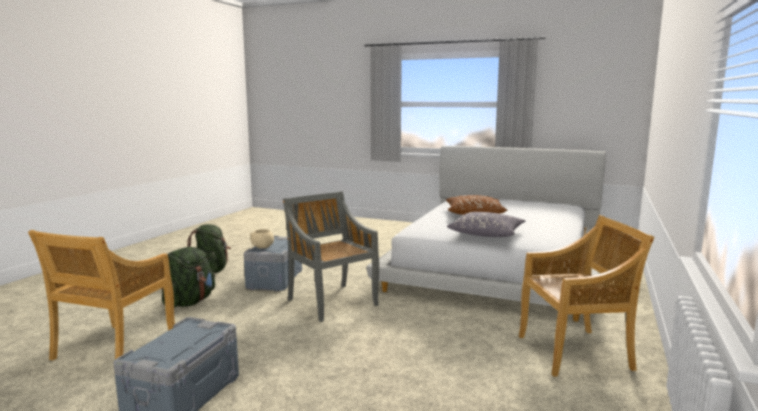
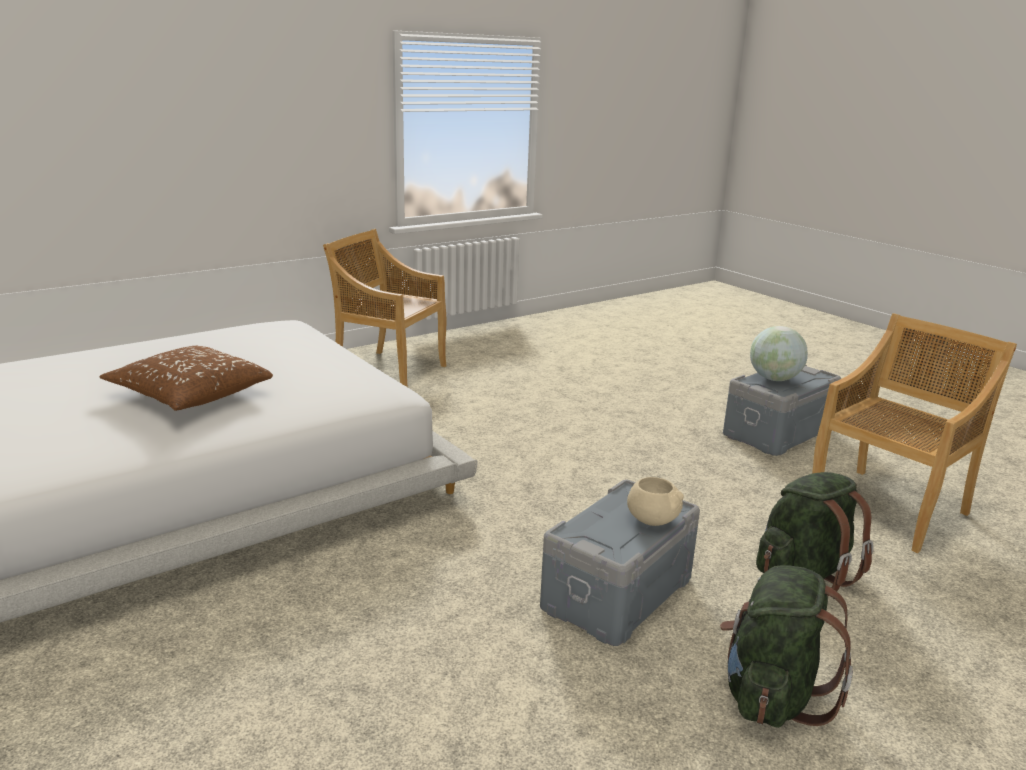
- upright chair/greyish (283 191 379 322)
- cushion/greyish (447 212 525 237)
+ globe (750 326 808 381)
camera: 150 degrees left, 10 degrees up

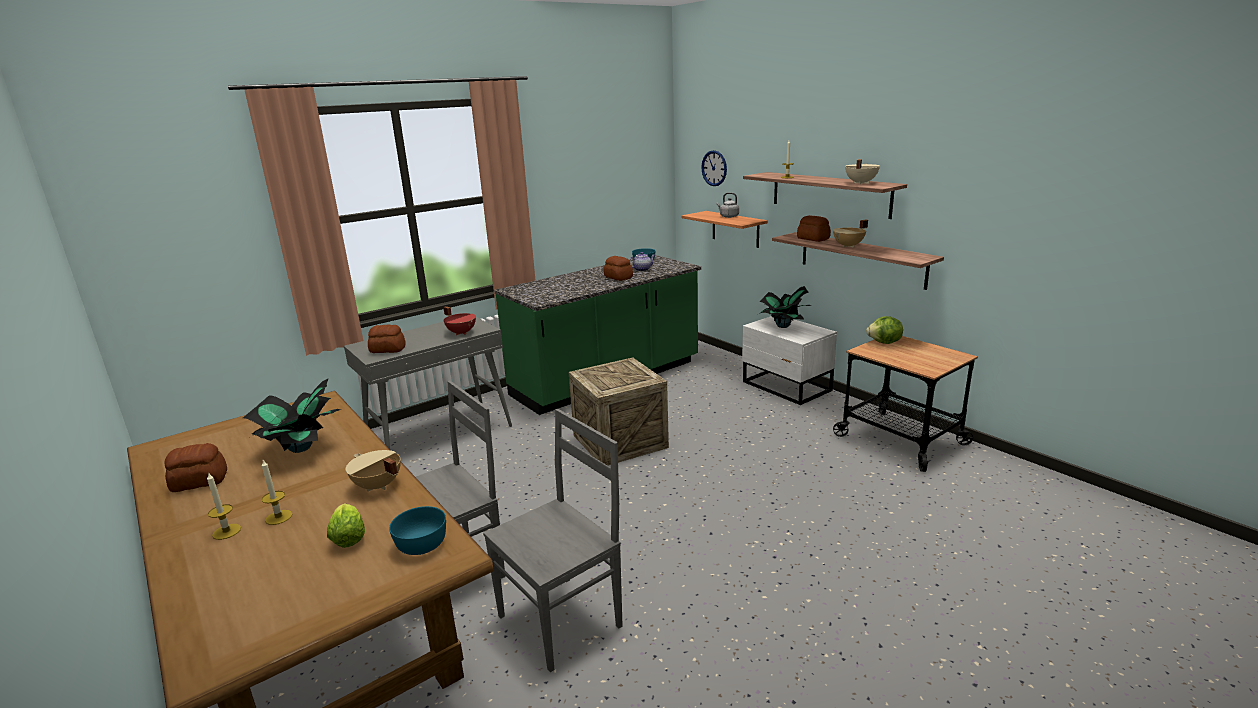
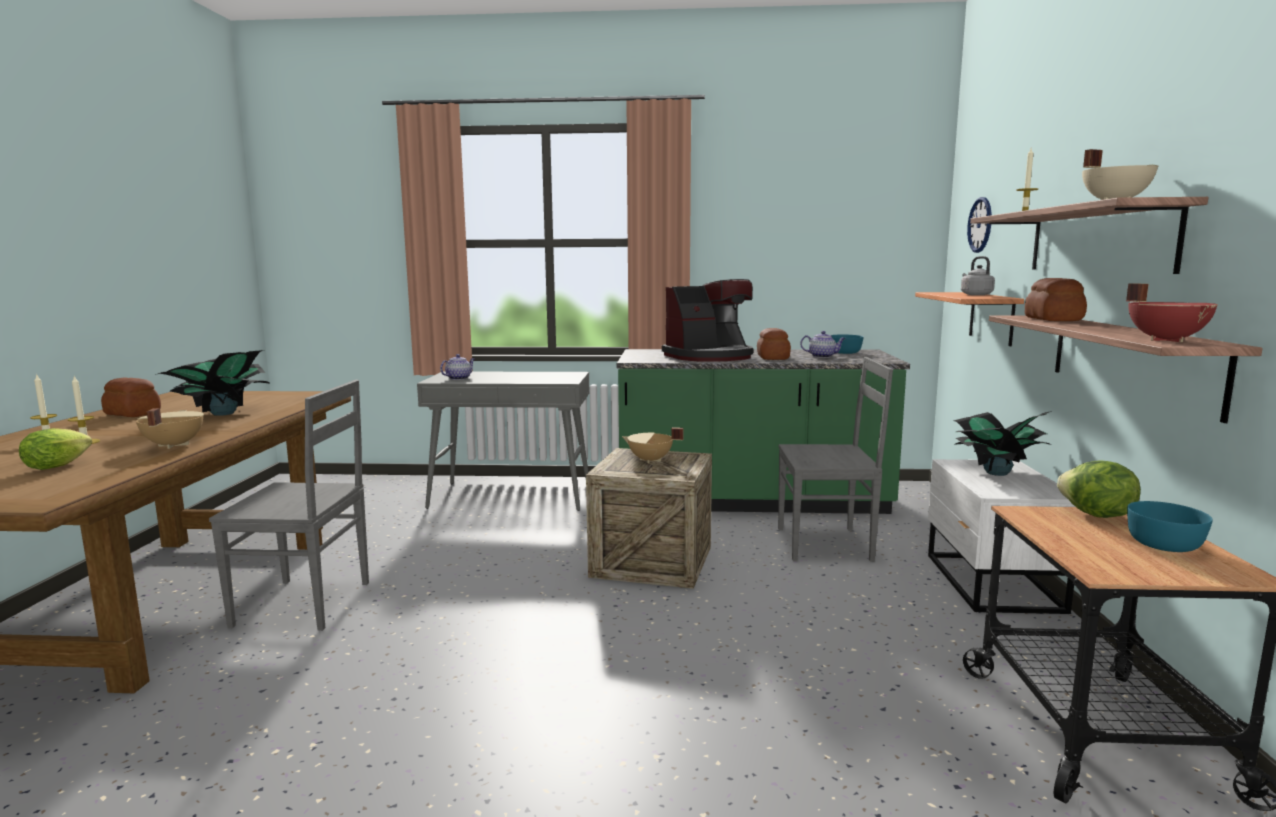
~ stockpot/beige-coloured (833 220 868 248) to (622 427 683 463)
~ stockpot/reddish (443 306 476 335) to (1126 283 1218 342)
~ bakery bread (368 325 406 353) to teapot (440 354 475 380)
~ upright chair/greyish (483 409 623 672) to (778 357 893 562)
~ bowl/turquoise (389 506 446 555) to (1127 501 1213 552)
+ coffee maker (662 279 753 362)
camera: 40 degrees right, 10 degrees down

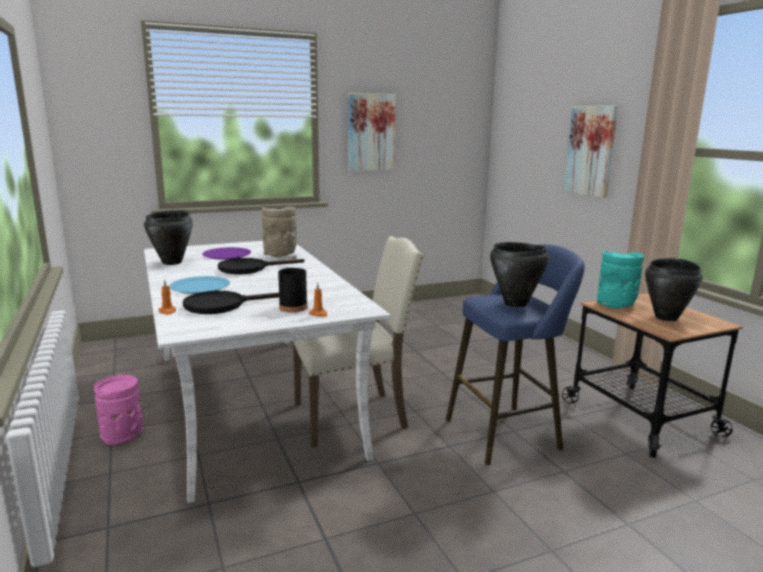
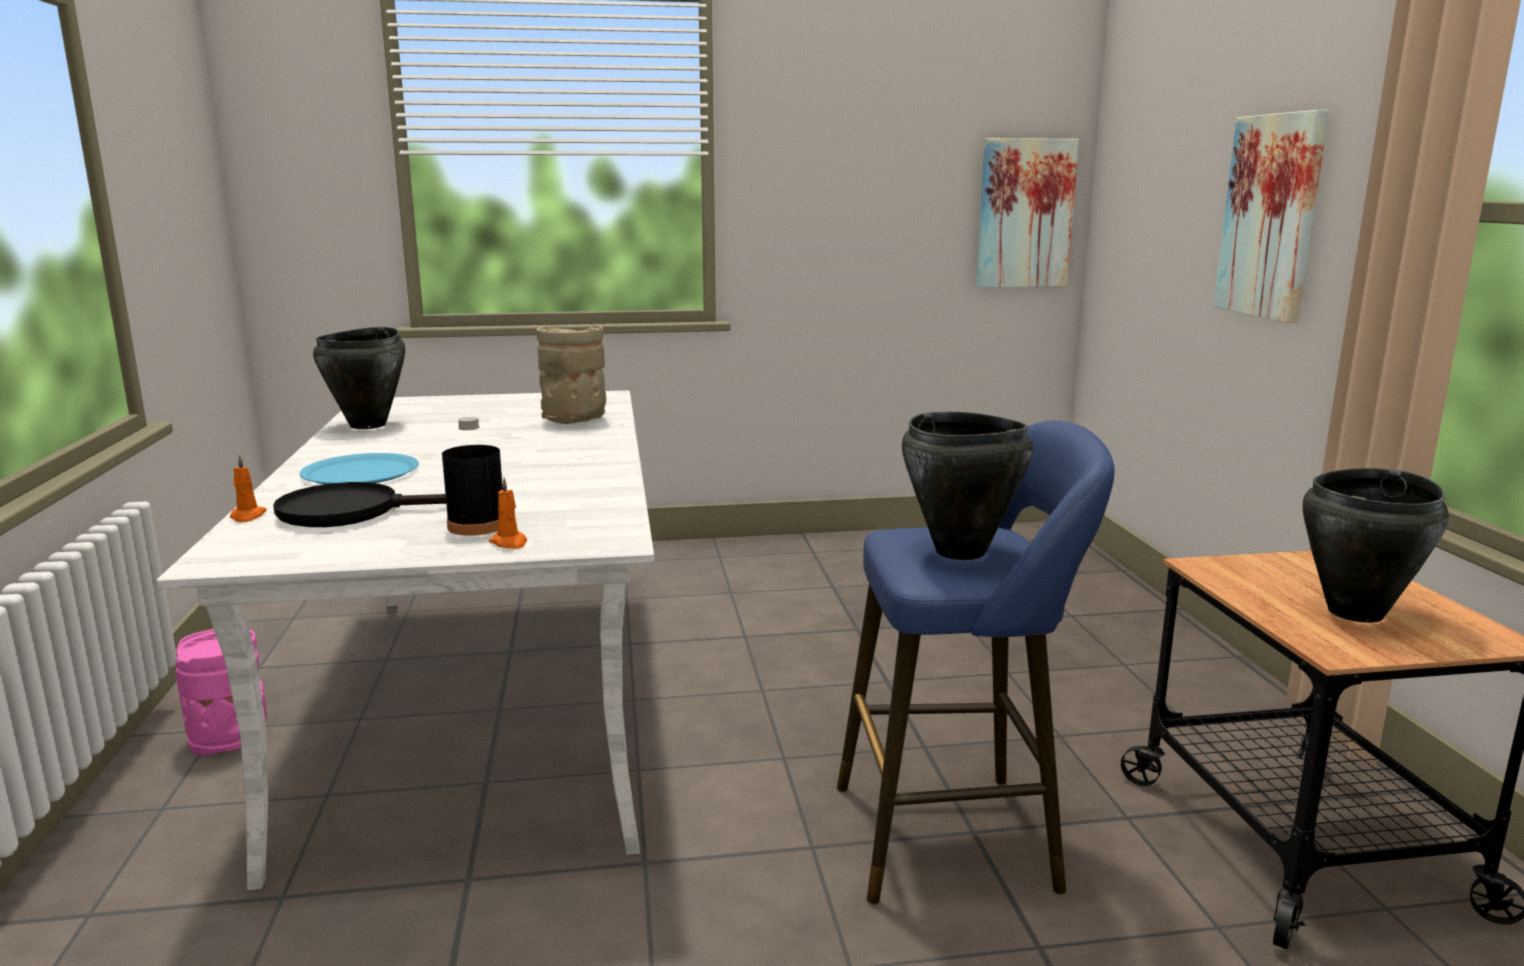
~ picture (348 93 396 171) to (976 138 1079 288)
- upright chair/beige-coloured (293 236 424 448)
- flat dish/purplish (202 247 251 260)
- decorative vase/turquoise (597 250 644 309)
- frying pan/black (218 258 304 275)
camera: 15 degrees right, 0 degrees up

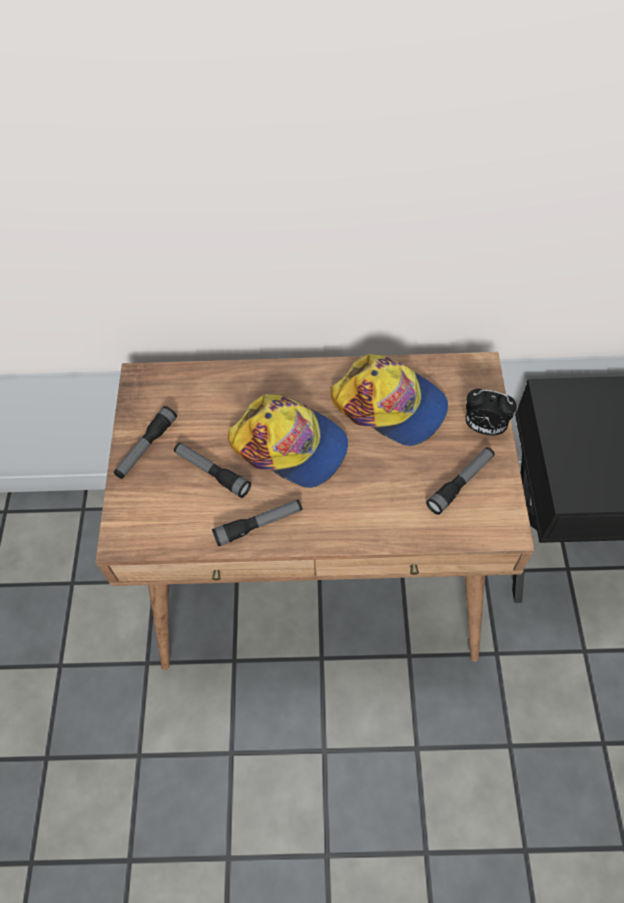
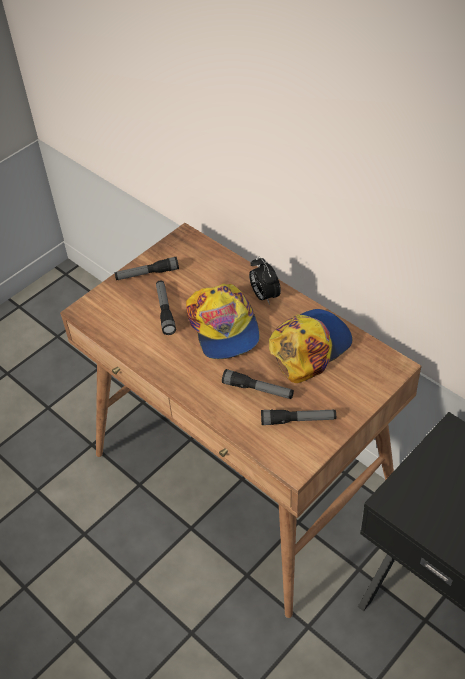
~ peaked cap (331 354 448 446) = (269 309 353 383) 120 degrees counterclockwise
~ table clock (465 388 517 436) to (249 257 281 305)
~ torch (212 499 303 547) to (222 369 294 399)
camera: 45 degrees right, 10 degrees down

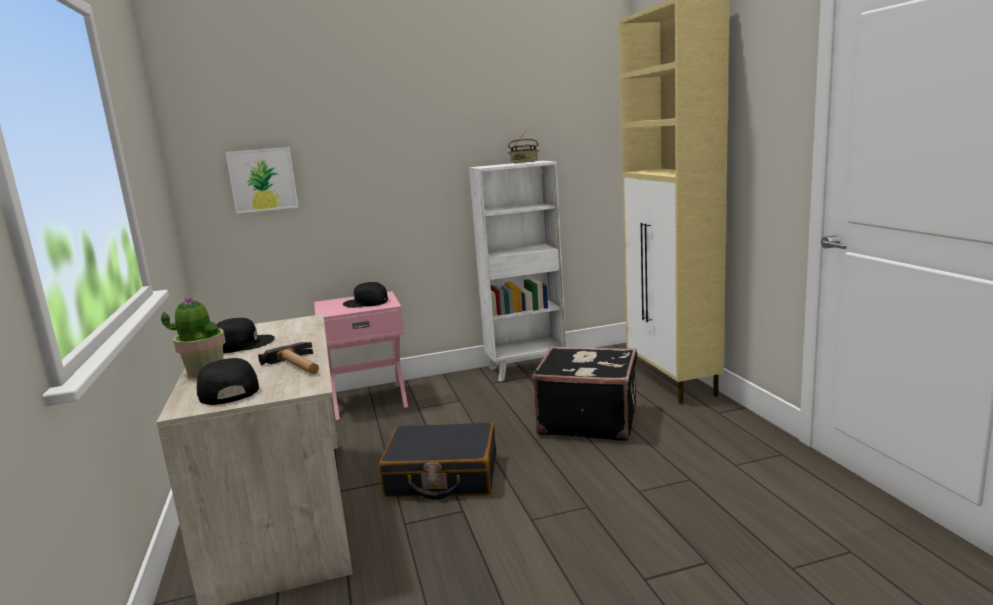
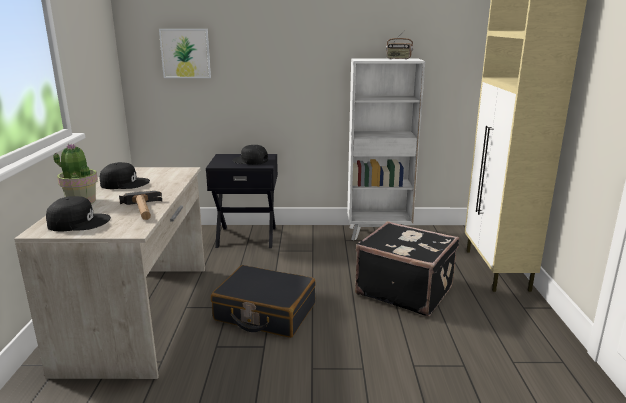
~ nightstand/pink-coloured (314 291 408 420) to nightstand/black (206 154 278 248)
~ peaked cap/black (197 358 259 405) = (46 196 111 232) 90 degrees clockwise
camera: 15 degrees right, 5 degrees up

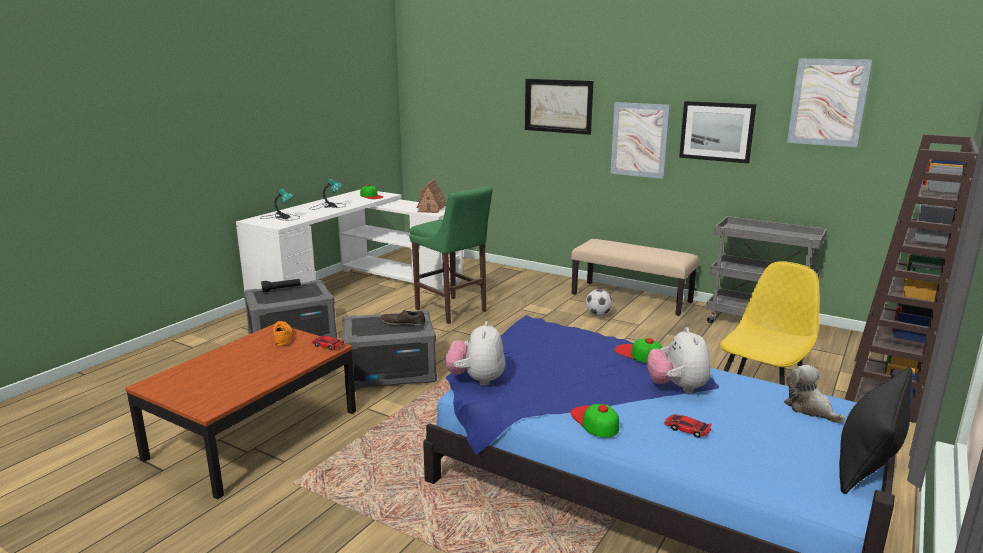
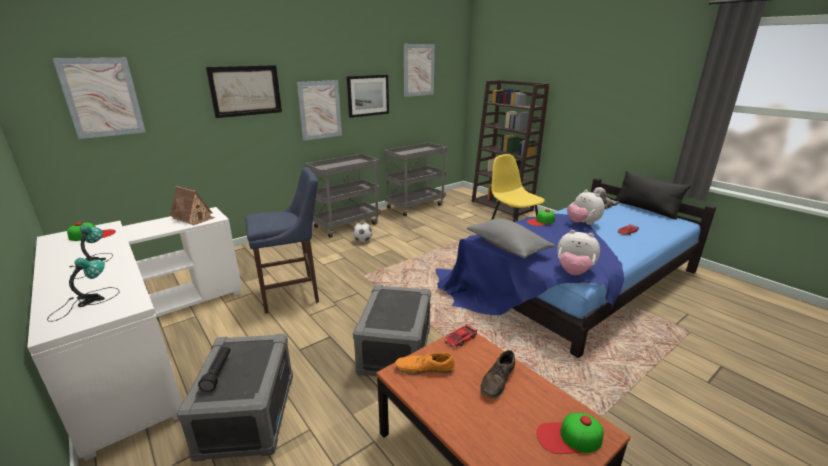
~ stool/green (409 186 493 324) to stool/blue (245 167 319 314)
~ bench/beige-coloured (571 239 699 316) to trolley/greyish (305 154 381 238)
~ item of footwear/brownish (381 309 425 326) to (480 350 515 398)
~ soft toy (647 327 710 393) = (567 190 605 225) 45 degrees clockwise
~ peaked cap (570 404 619 437) to (536 413 603 454)
+ picture (52 57 146 139)
+ cushion/greyish (467 219 555 258)
camera: 70 degrees left, 5 degrees up

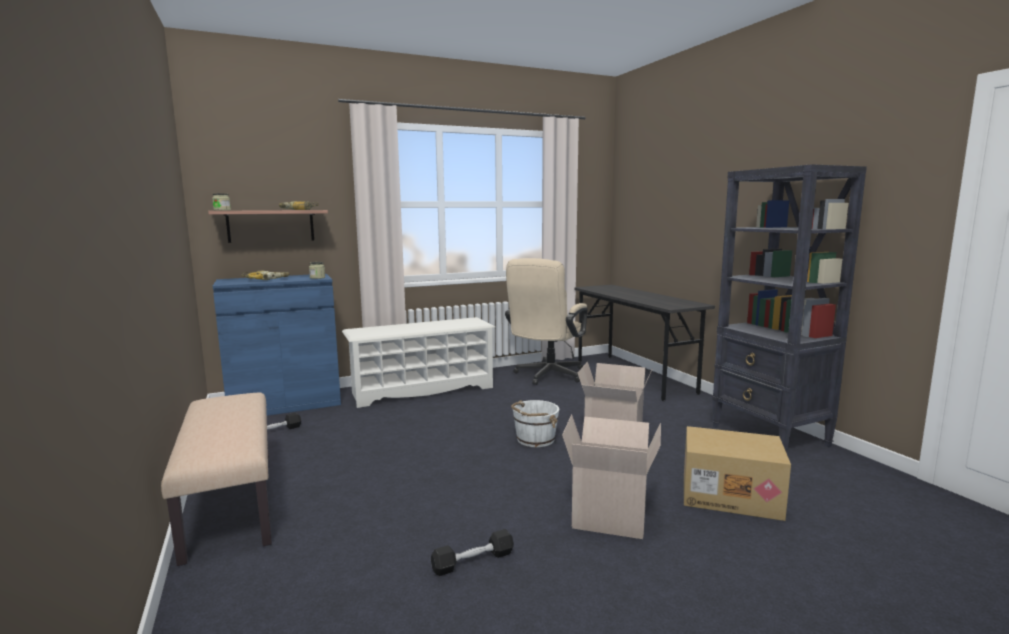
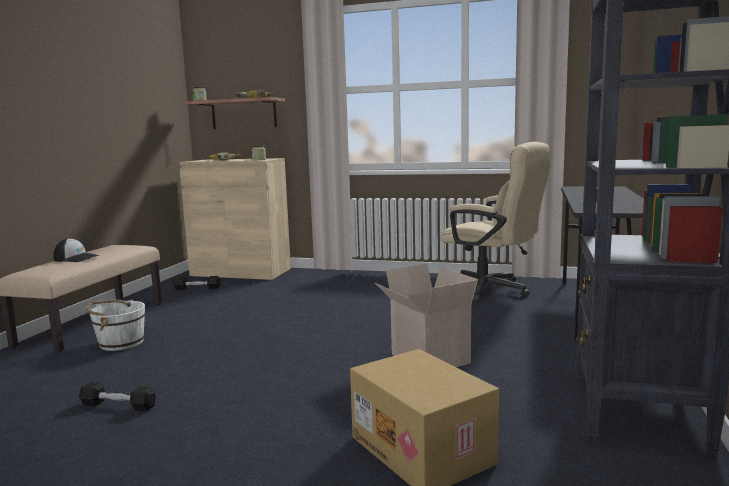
~ office chair/beige-coloured (505 258 588 385) = (442 142 551 302) 120 degrees counterclockwise
~ cabinet/blue (213 274 341 416) to cabinet/beige-coloured (179 158 291 280)
- shoe shelf/white (342 317 495 408)
~ water bucket/white (511 400 559 447) to (87 299 145 351)
- cardboard box (562 414 661 539)
+ peaked cap (54 238 100 262)
camera: 40 degrees right, 0 degrees up

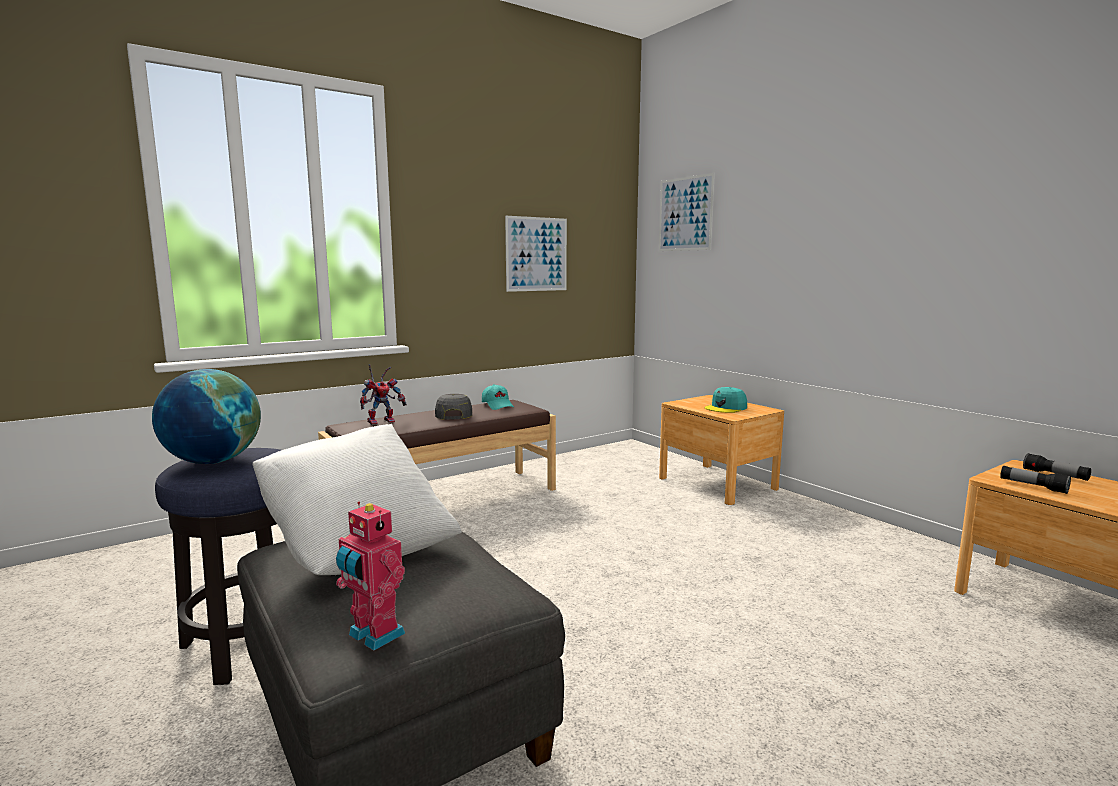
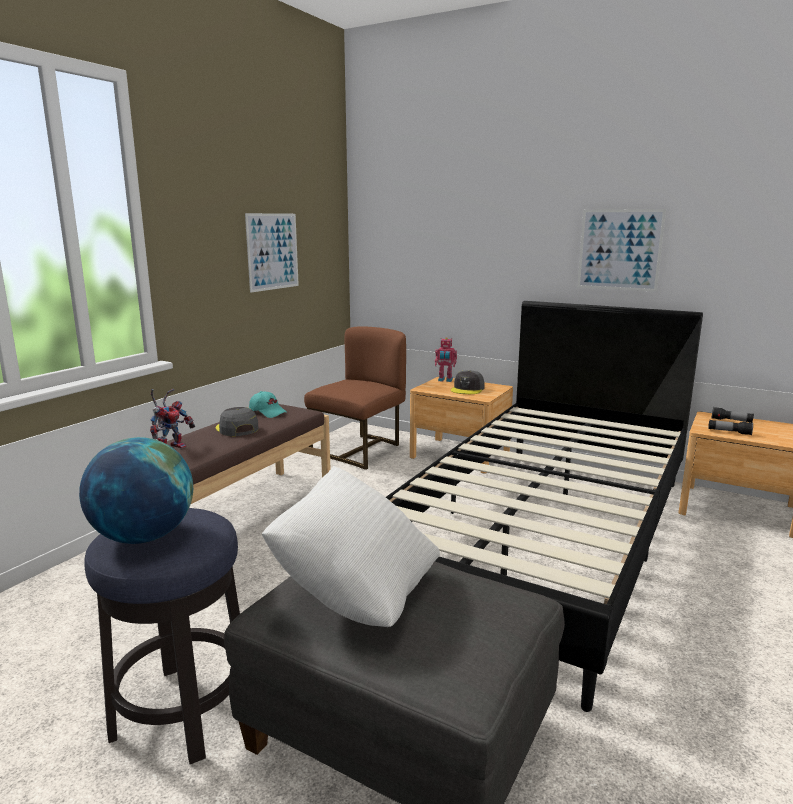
~ picture (659 173 715 251) to (577 209 666 292)
~ peaked cap/turquoise (705 387 747 413) to peaked cap/greyish (451 370 485 394)
~ model robot (336 502 405 651) to (435 337 457 382)
+ bed/black (386 301 703 712)
+ upright chair/brownish (304 326 406 470)
camera: 25 degrees left, 5 degrees up

